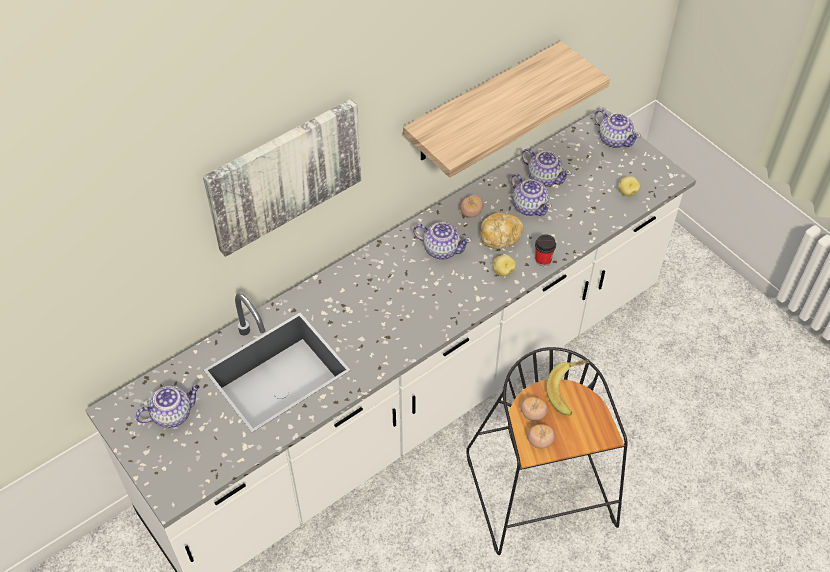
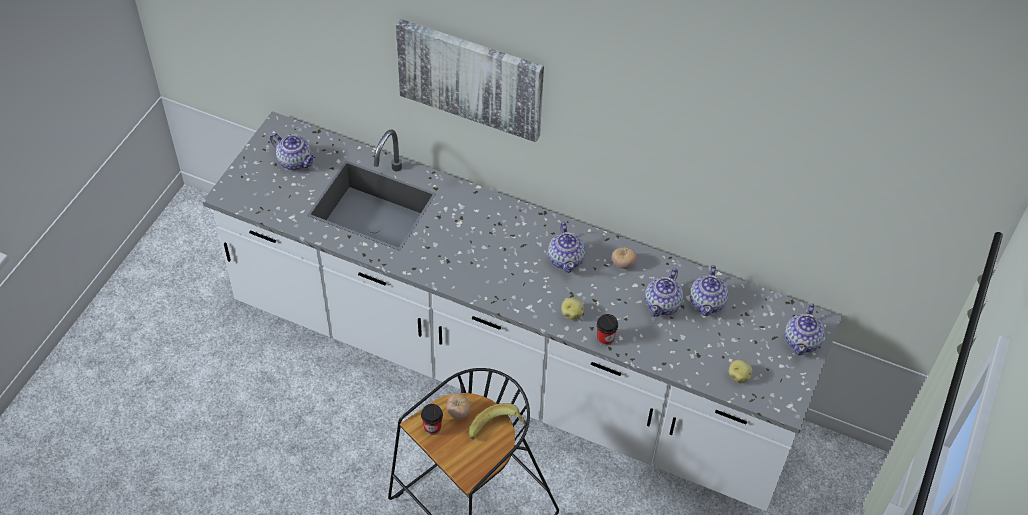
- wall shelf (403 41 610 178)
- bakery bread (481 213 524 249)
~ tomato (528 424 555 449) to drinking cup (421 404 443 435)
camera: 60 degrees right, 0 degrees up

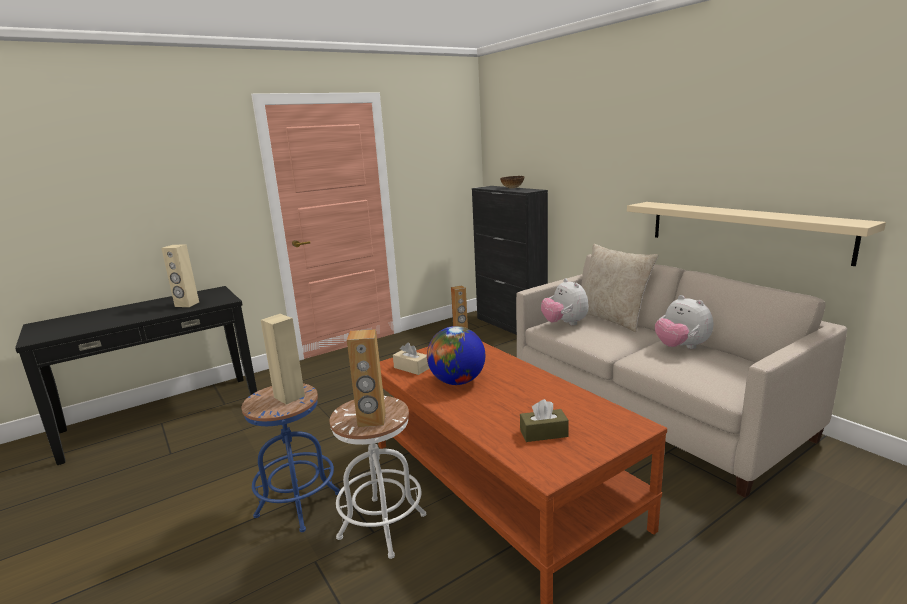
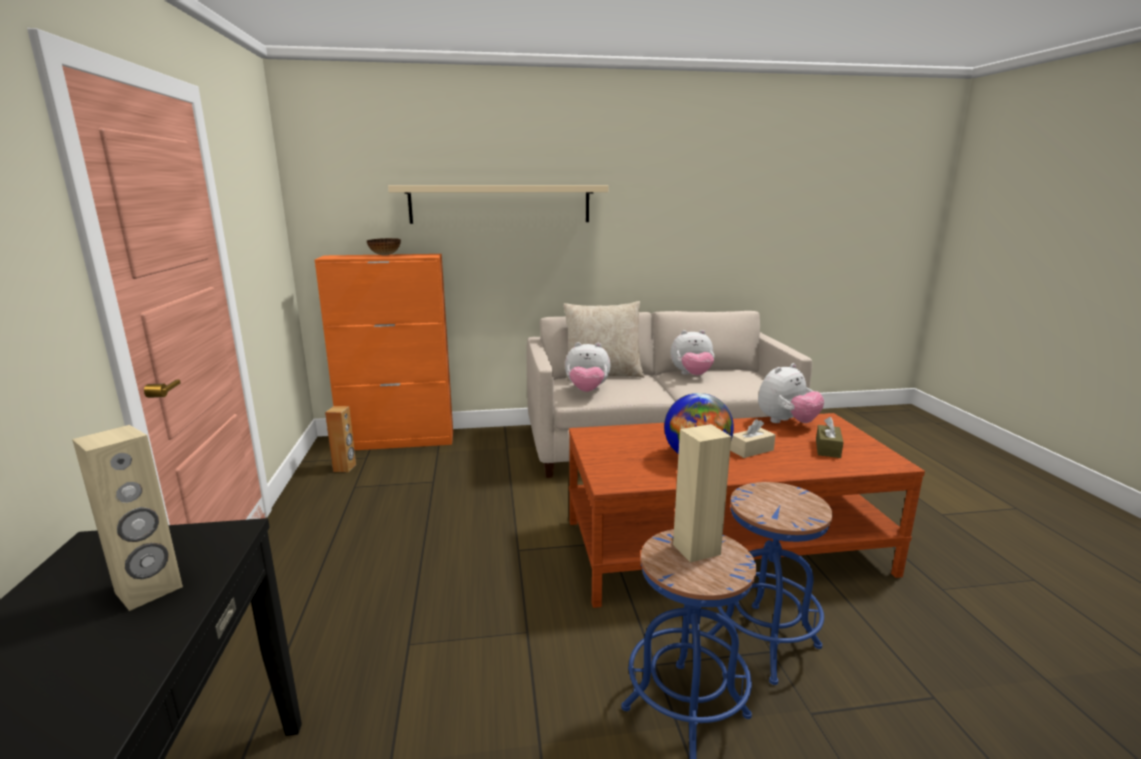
~ cabinet/black (472 186 548 335) to cabinet/orangey (315 254 453 450)
~ wall shelf/beige-coloured (627 202 886 266) to (388 185 609 224)
- speaker/brownish (347 329 386 427)
~ tissue holder/beige-coloured (393 342 430 375) to (730 419 775 458)
~ stool/white (329 396 427 559) to stool/blue (708 482 833 685)
+ soft toy (758 363 824 423)
camera: 65 degrees left, 0 degrees up

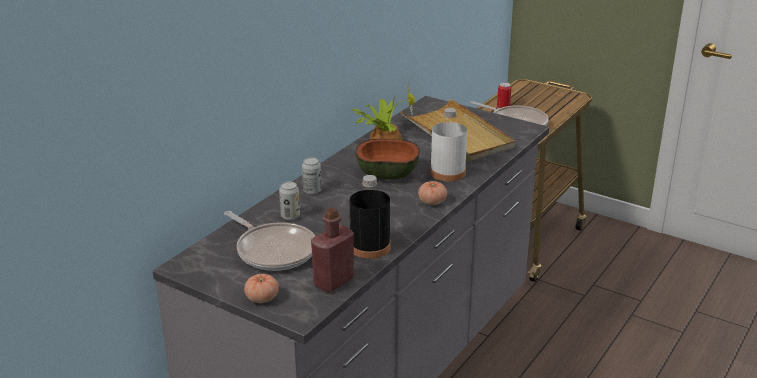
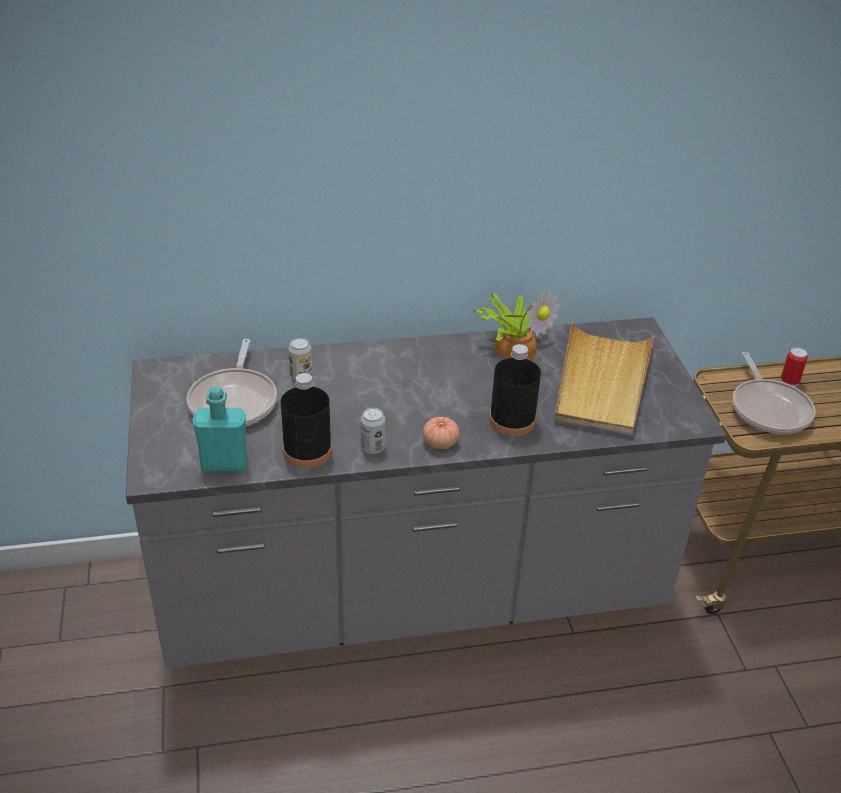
~ drink bottle/white (430 108 467 181) to drink bottle/black (489 344 541 436)
- bowl (356 139 420 180)
~ sealed can (302 158 322 195) to (361 408 385 454)
~ drink bottle/reddish (311 207 354 292) to drink bottle/turquoise (192 387 248 471)
- tomato (244 274 279 303)
camera: 45 degrees right, 10 degrees up

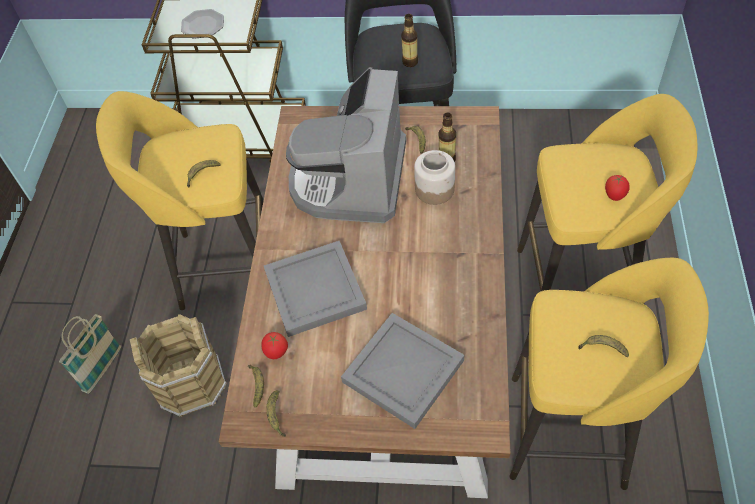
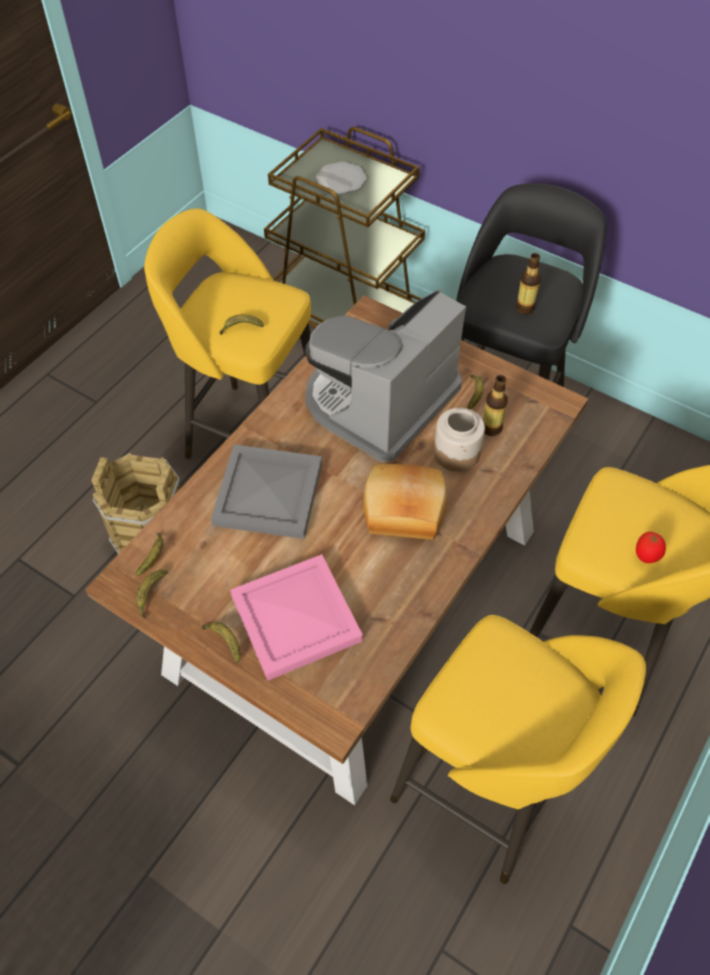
~ carrying tray/greyish (341 313 464 429) to carrying tray/pink-coloured (230 554 363 681)
- storage basket (59 314 121 394)
- tomato (262 332 288 359)
~ whole banana (578 335 629 357) to (201 622 241 662)
+ bakery bread (363 464 447 540)
camera: 25 degrees right, 0 degrees up

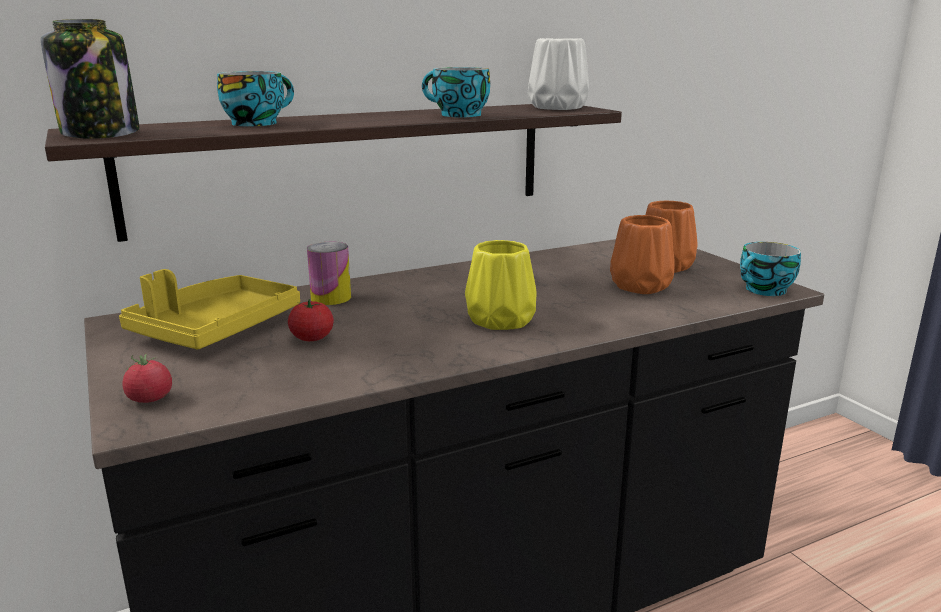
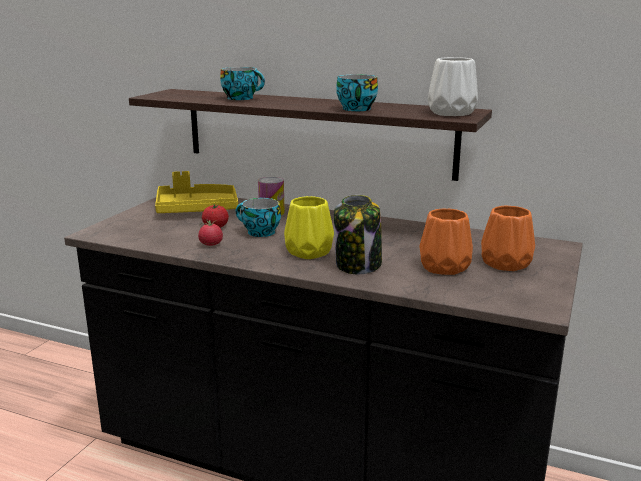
~ storage jar (41 19 139 139) to (334 195 382 274)
~ drinking cup (740 242 801 296) to (236 198 281 237)
~ tomato (122 353 172 403) to (198 219 223 246)
camera: 50 degrees right, 0 degrees up

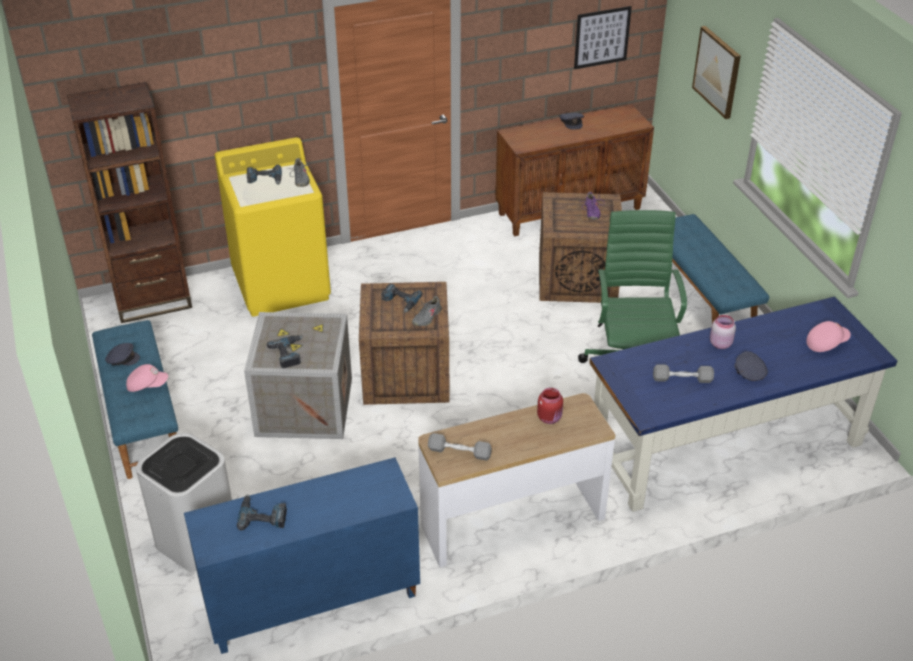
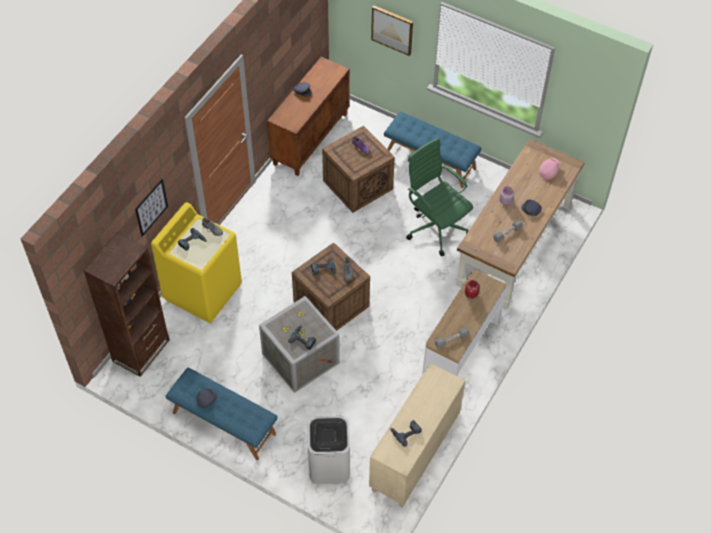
~ picture (574 6 632 69) to (135 179 168 237)
~ desk unit/blue (589 296 898 512) to desk unit/brownish (456 139 585 310)
- peaked cap/pink-coloured (126 364 168 392)
~ cabinet/blue (184 458 420 654) to cabinet/beige-coloured (369 363 465 507)
camera: 40 degrees left, 15 degrees up

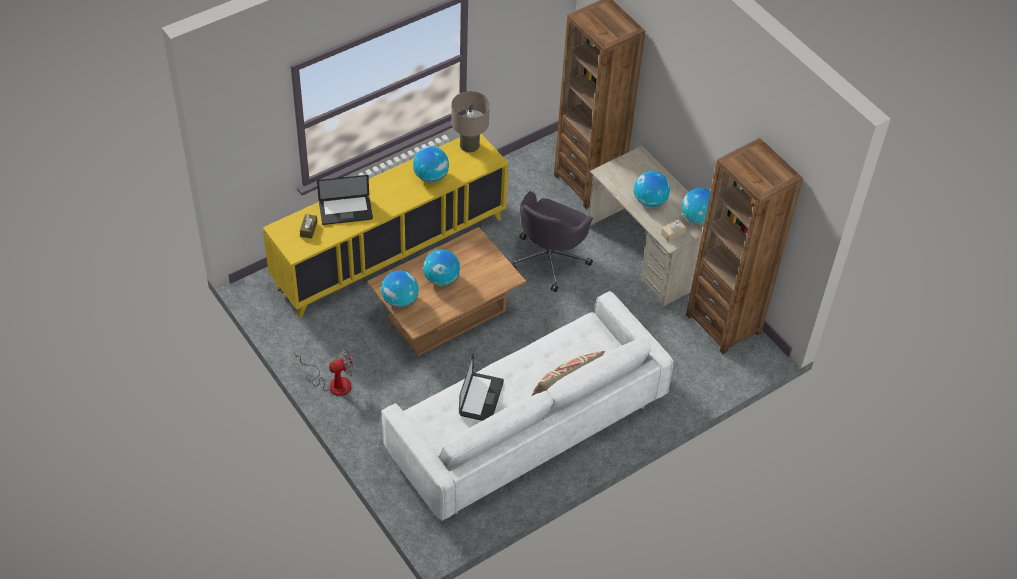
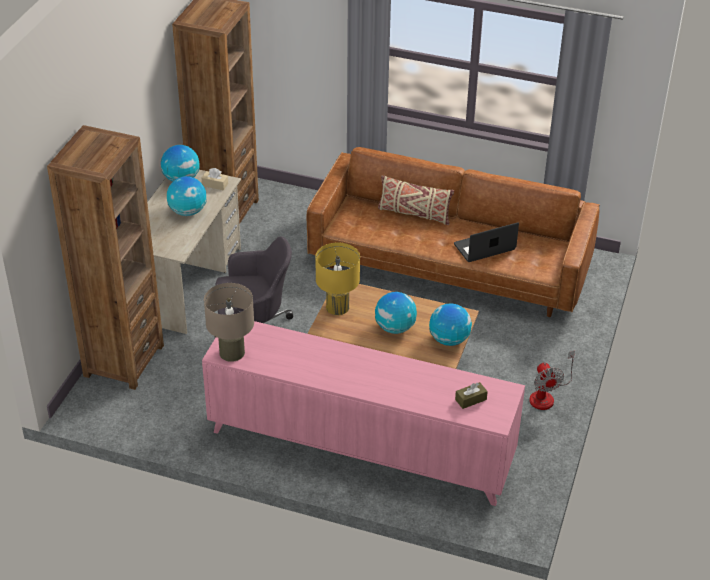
~ cabinet/yellow-coloured (263 134 508 318) to cabinet/pink-coloured (202 321 525 506)
- globe (413 146 449 182)
- laptop (317 175 373 225)
~ settee/white (381 291 673 521) to settee/brownish (307 147 600 317)
~ electric fan (294 350 355 396) = (529 351 575 410) 135 degrees counterclockwise
+ table lamp/yellow-coloured (315 243 360 315)
camera: 125 degrees left, 10 degrees down

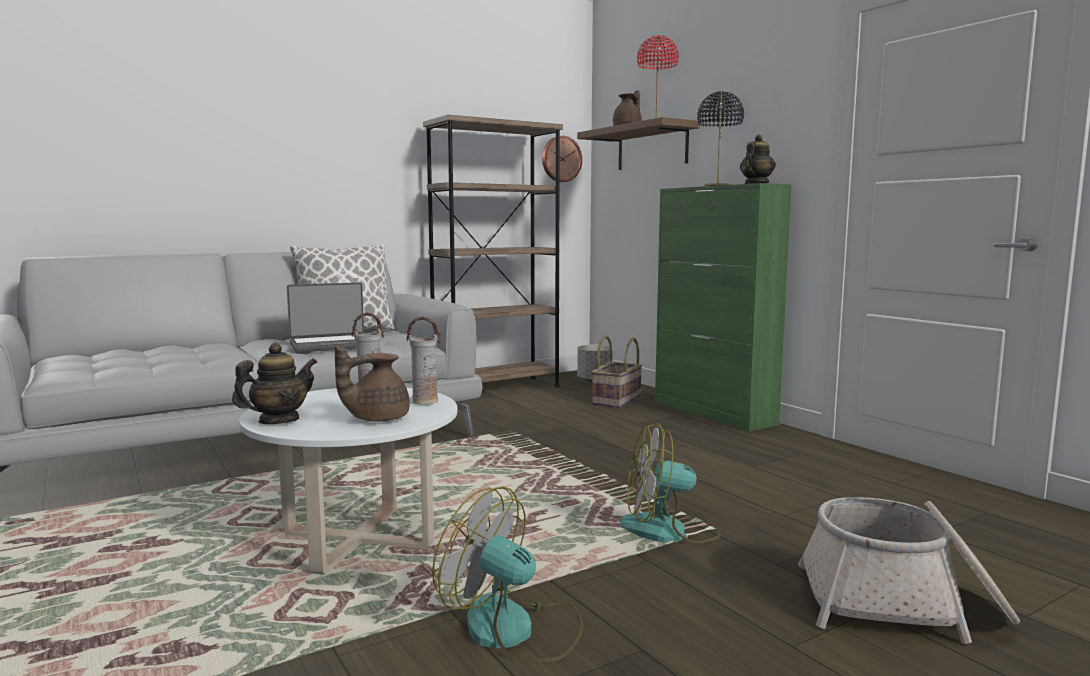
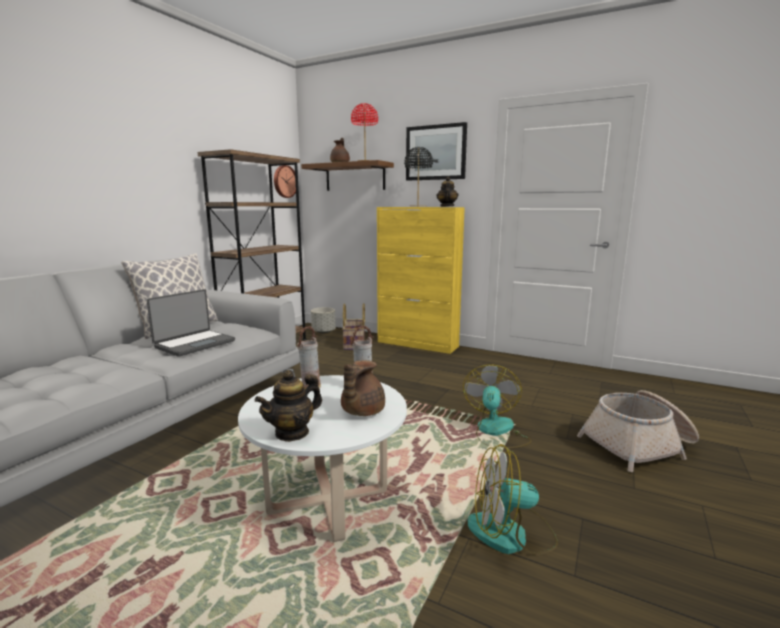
~ cabinet/green (655 183 792 431) to cabinet/yellow-coloured (377 207 465 354)
~ teapot (232 343 317 424) = (255 370 322 442) 150 degrees counterclockwise
~ electric fan (620 423 720 544) = (463 364 532 448) 135 degrees clockwise
+ picture (406 122 467 181)
camera: 30 degrees left, 5 degrees up

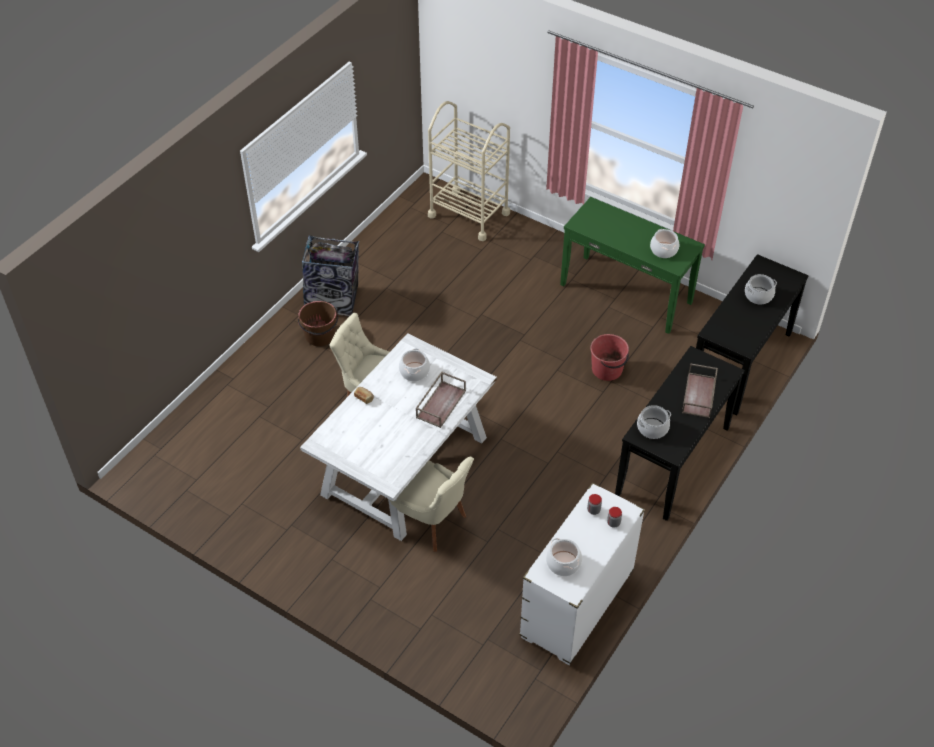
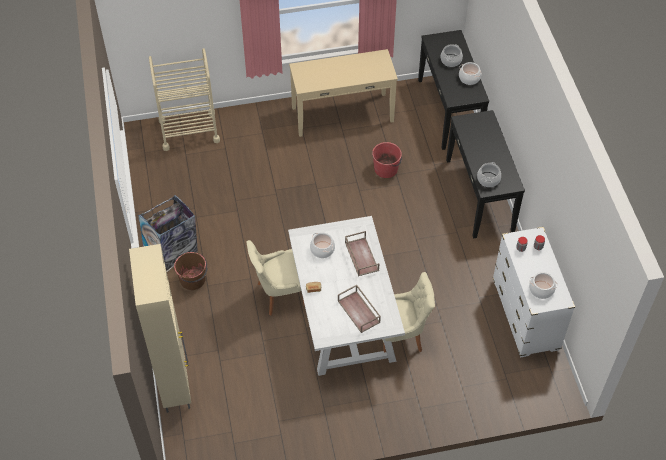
~ hall table/green (560 197 705 334) to hall table/beige-coloured (289 49 398 137)
~ stockpot (650 229 679 258) to (459 62 482 85)
~ carrying tray/brownish (682 363 718 418) to (338 285 381 333)
+ cabinet/beige-coloured (129 244 191 413)
camera: 45 degrees left, 5 degrees up

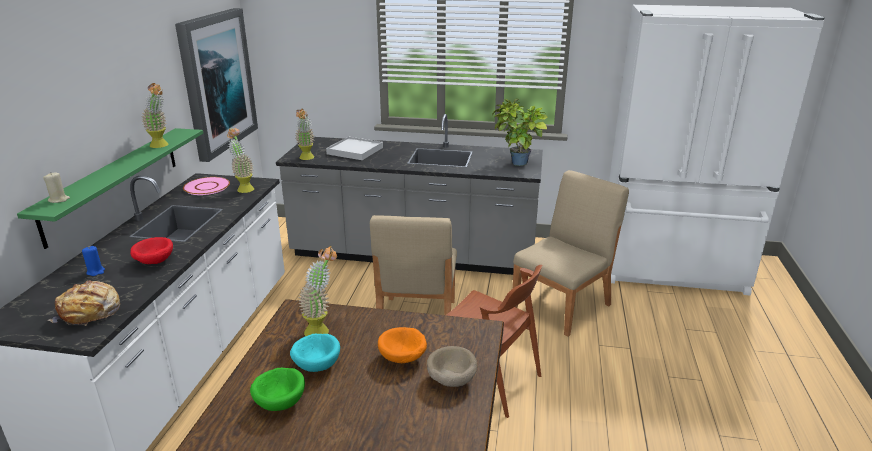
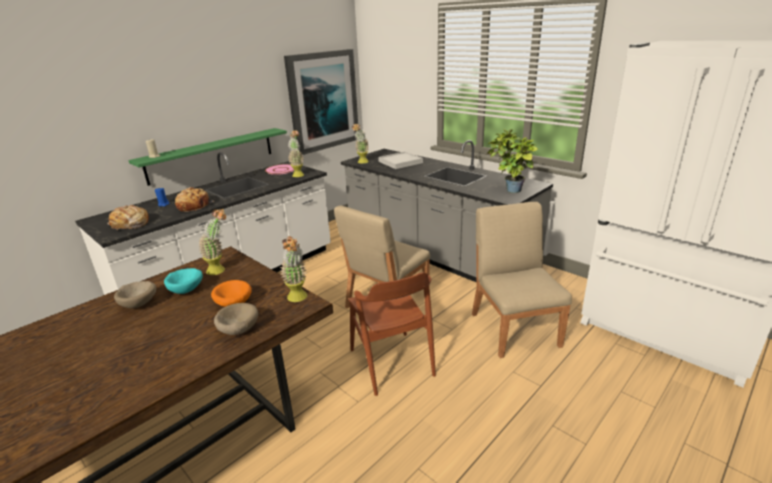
~ potted plant (142 83 168 148) to (280 236 307 302)
~ upright chair/beige-coloured (513 170 629 337) = (472 202 572 358) 90 degrees counterclockwise
~ bowl/reddish (130 237 173 264) to bakery bread (175 187 215 212)
~ bowl/green (250 368 305 411) to bowl/beige-coloured (114 281 156 308)
camera: 35 degrees right, 0 degrees up

